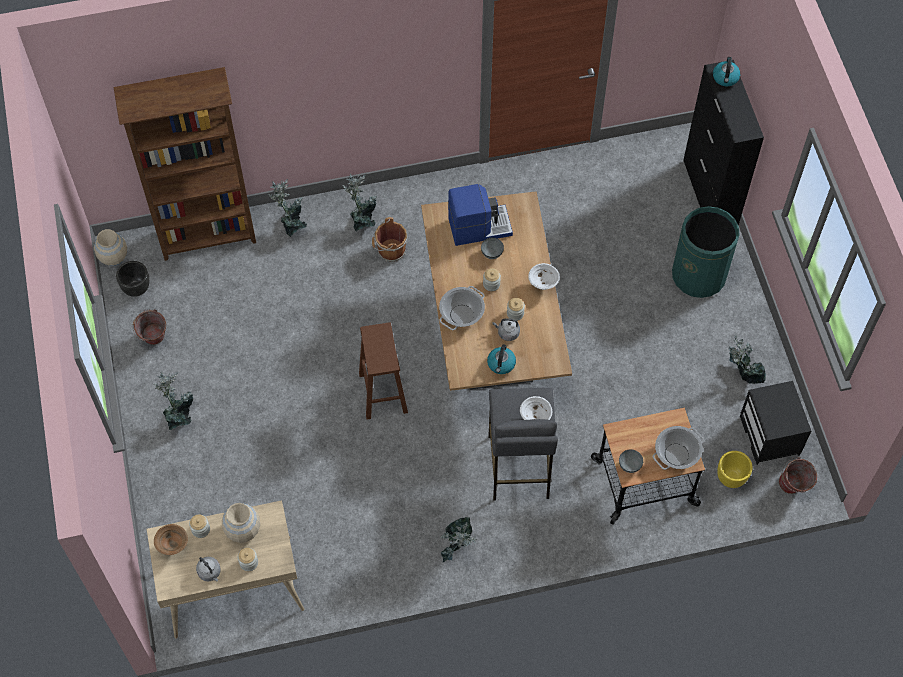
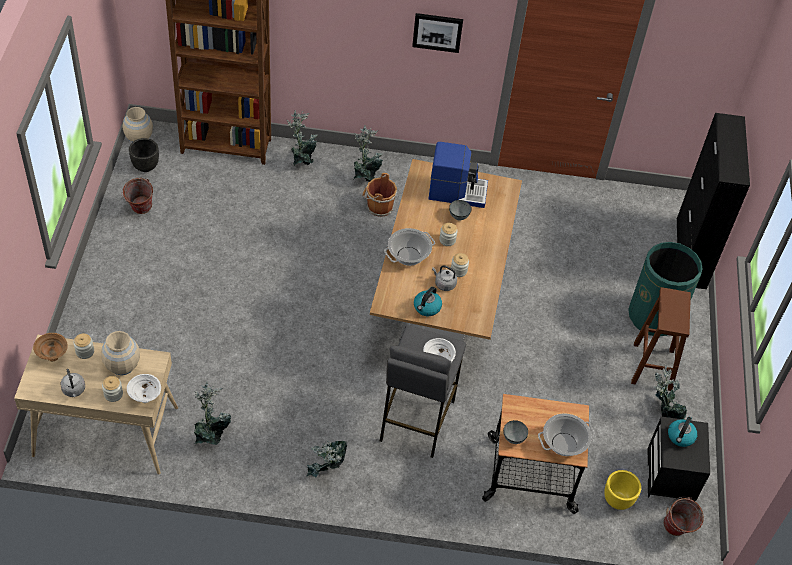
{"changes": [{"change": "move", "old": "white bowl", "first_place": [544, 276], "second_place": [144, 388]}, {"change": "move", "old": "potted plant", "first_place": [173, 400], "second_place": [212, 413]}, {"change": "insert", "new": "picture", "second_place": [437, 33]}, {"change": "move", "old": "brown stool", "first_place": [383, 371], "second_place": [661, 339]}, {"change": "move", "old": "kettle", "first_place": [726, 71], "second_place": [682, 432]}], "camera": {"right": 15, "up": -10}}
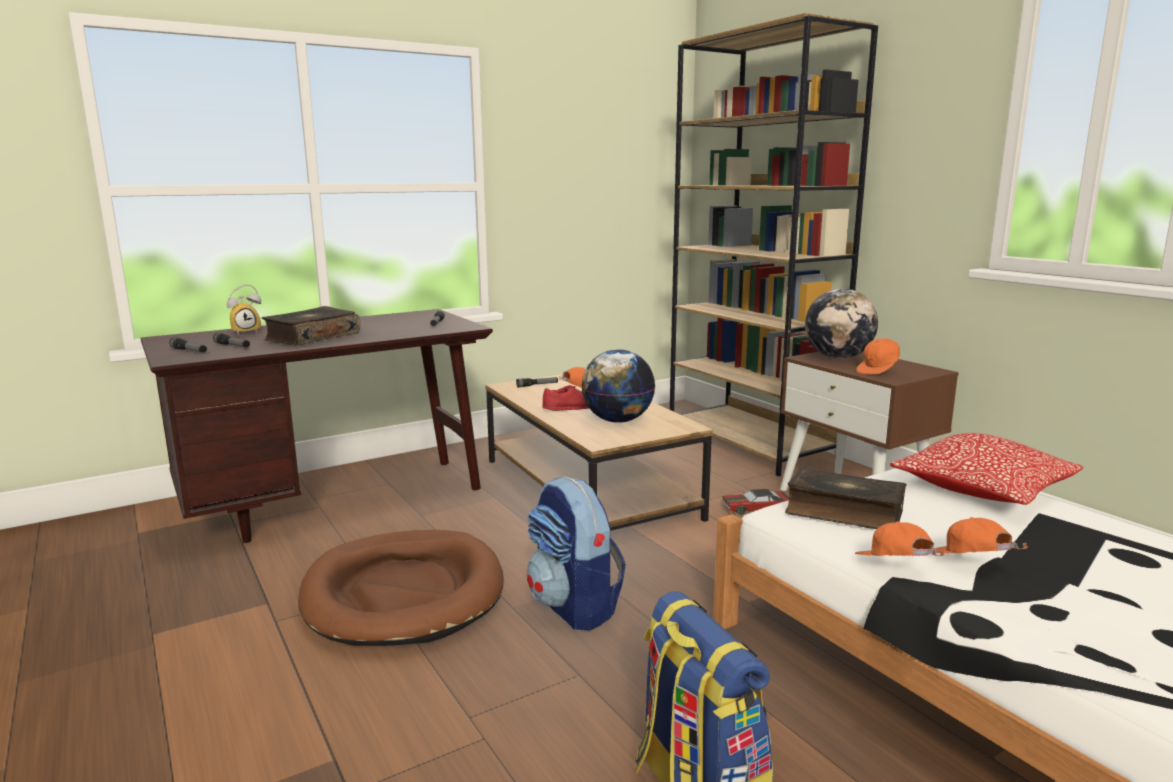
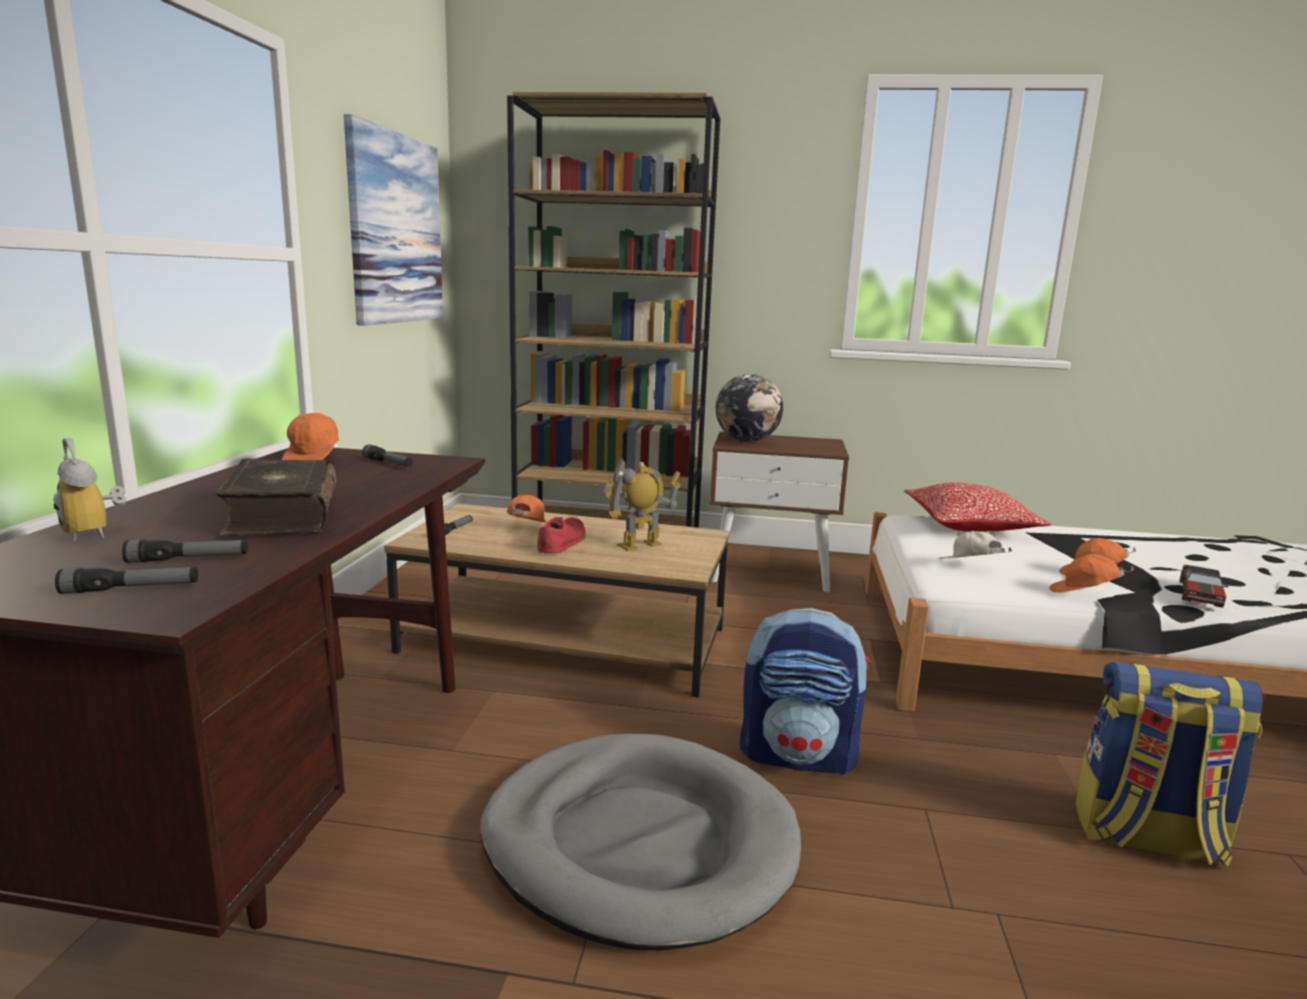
{"changes": [{"change": "rotate", "old": "alarm clock", "first_place": [244, 309], "second_place": [90, 489], "degrees": 135}, {"change": "move", "old": "orange cap", "first_place": [878, 356], "second_place": [310, 436]}, {"change": "insert", "new": "picture", "second_place": [393, 220]}, {"change": "recolor", "old": "brown dog bed", "new": "grey dog bed", "first_place": [400, 588], "second_place": [640, 842]}, {"change": "replace", "old": "globe", "new": "toy robot", "first_place": [618, 386], "second_place": [641, 504]}, {"change": "replace", "old": "book", "new": "white cap", "first_place": [845, 498], "second_place": [975, 545]}, {"change": "move", "old": "toy car", "first_place": [755, 502], "second_place": [1204, 586]}], "camera": {"right": -50, "up": 0}}
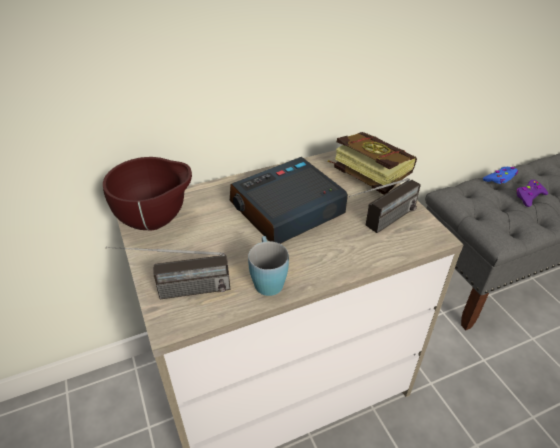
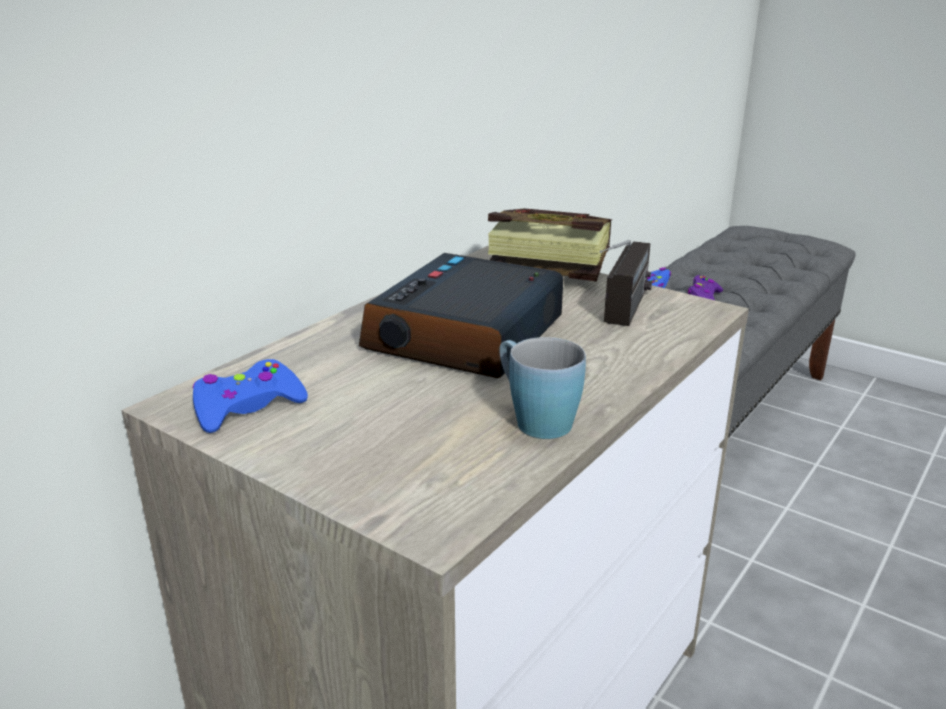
{"changes": [{"change": "replace", "old": "brown bowl", "new": "blue game controller", "first_place": [147, 193], "second_place": [250, 396]}, {"change": "delete", "old": "radio", "first_place": [168, 273]}], "camera": {"right": -30, "up": -15}}
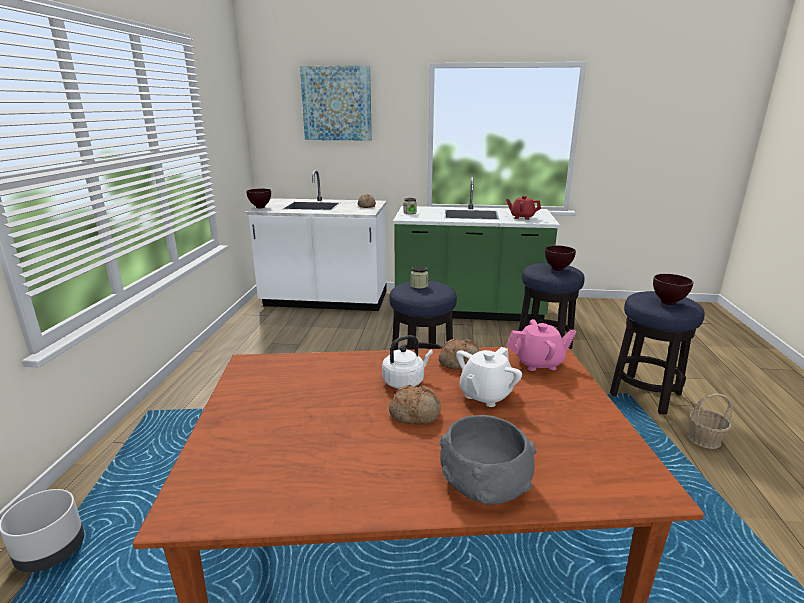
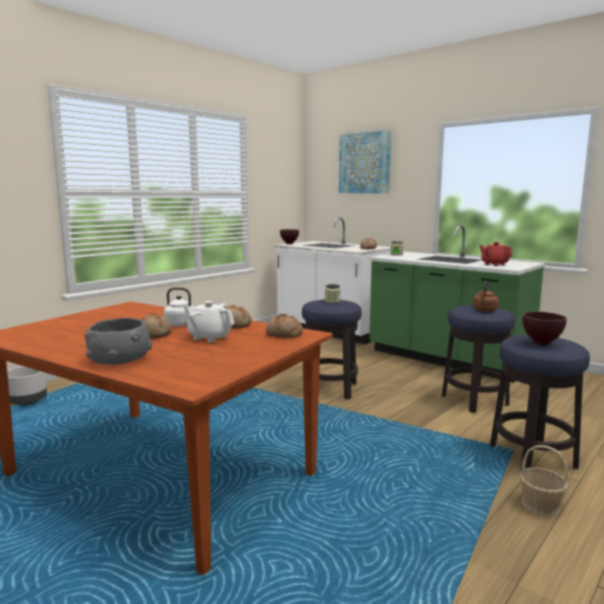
{"changes": [{"change": "rotate", "old": "white teapot", "first_place": [489, 377], "second_place": [209, 321], "degrees": 45}, {"change": "replace", "old": "pink teapot", "new": "bread", "first_place": [541, 345], "second_place": [284, 326]}, {"change": "replace", "old": "brown bowl", "new": "brown kettle", "first_place": [560, 258], "second_place": [486, 296]}], "camera": {"right": 35, "up": -10}}
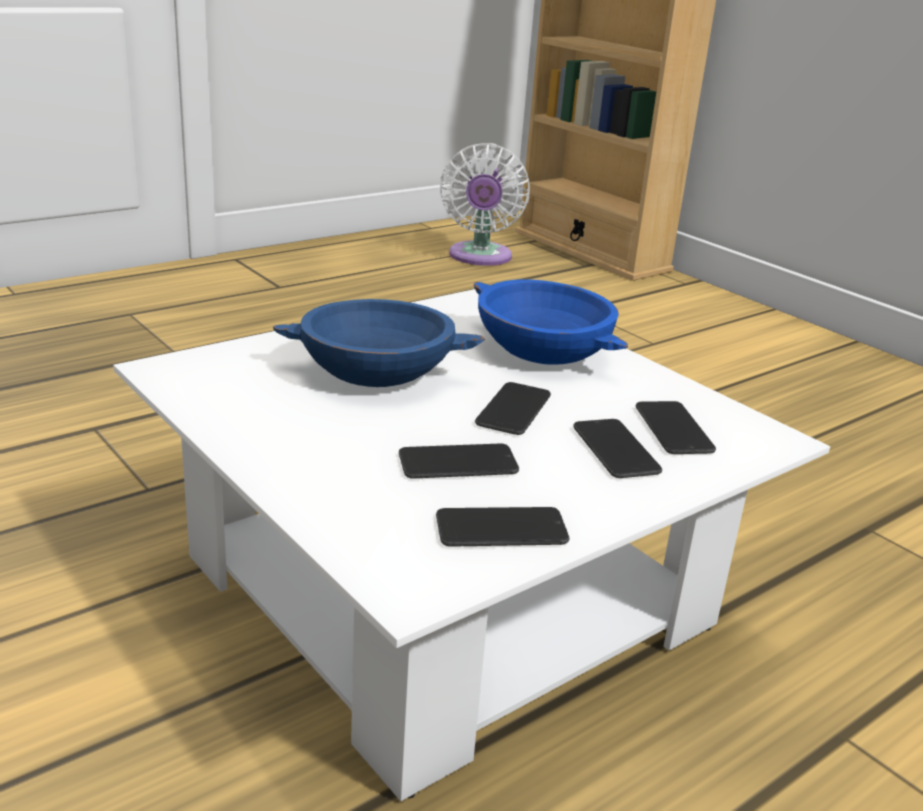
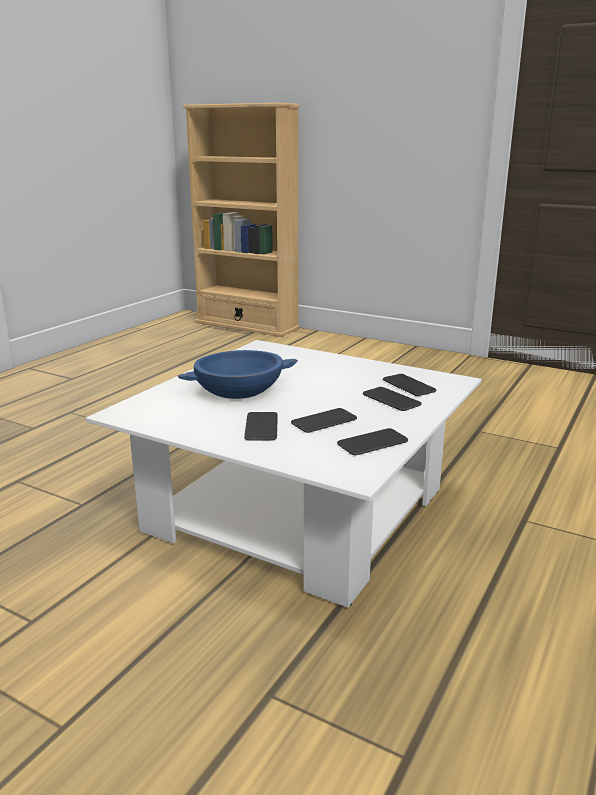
{"changes": [{"change": "move", "old": "phone", "first_place": [513, 408], "second_place": [261, 426]}, {"change": "delete", "old": "white fan", "first_place": [485, 204]}, {"change": "delete", "old": "blue bowl", "first_place": [551, 322]}], "camera": {"right": -20, "up": -5}}
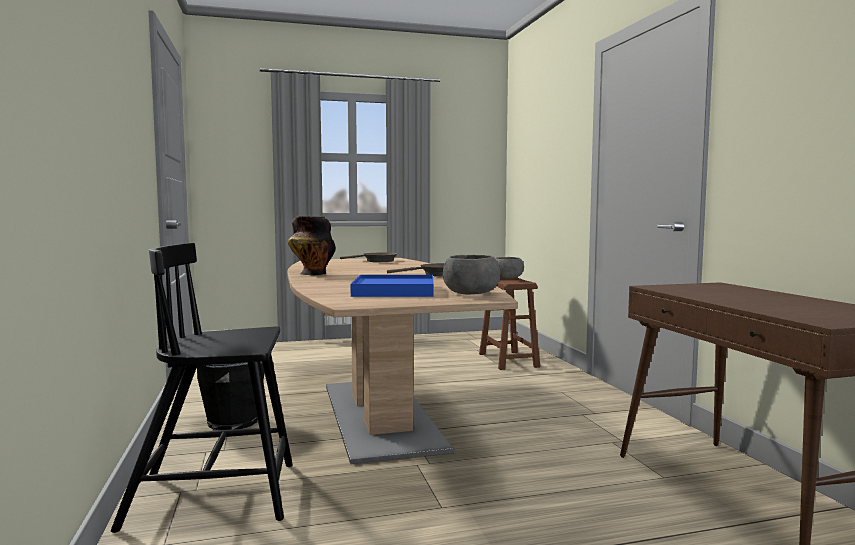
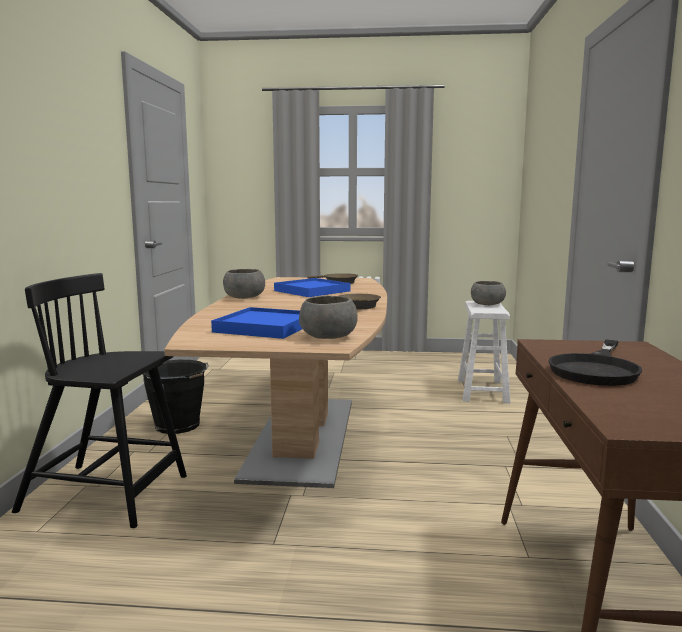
{"changes": [{"change": "replace", "old": "vase", "new": "grey bowl", "first_place": [312, 245], "second_place": [244, 284]}, {"change": "insert", "new": "blue tray", "second_place": [312, 287]}, {"change": "recolor", "old": "brown stool", "new": "white stool", "first_place": [510, 324], "second_place": [484, 352]}, {"change": "insert", "new": "black frying pan", "second_place": [595, 362]}], "camera": {"right": 20, "up": 5}}
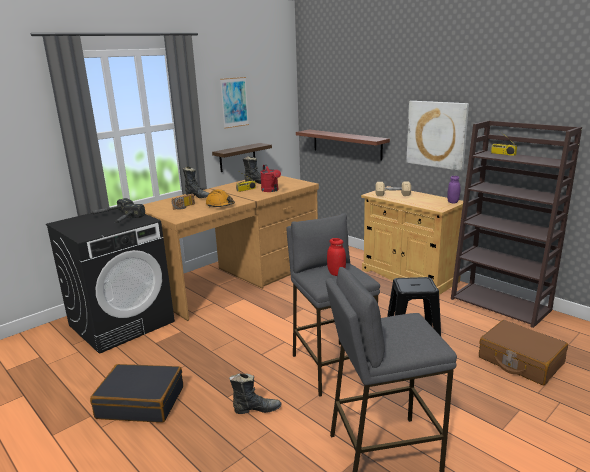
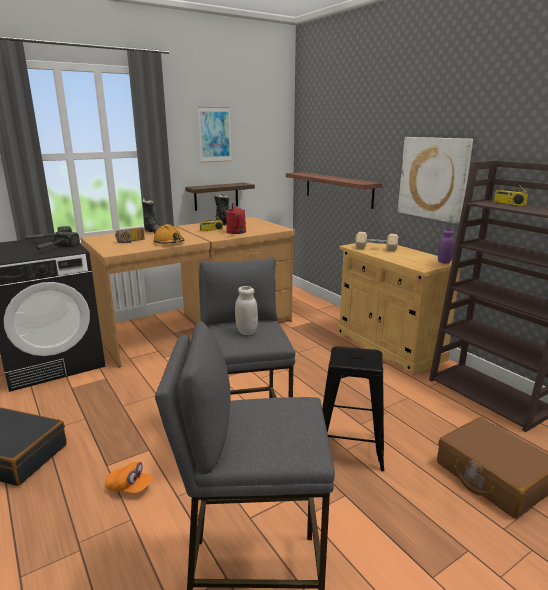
{"changes": [{"change": "replace", "old": "black boot", "new": "orange cap", "first_place": [255, 393], "second_place": [129, 478]}, {"change": "recolor", "old": "red jar", "new": "white jar", "first_place": [336, 257], "second_place": [246, 310]}], "camera": {"right": 10, "up": 0}}
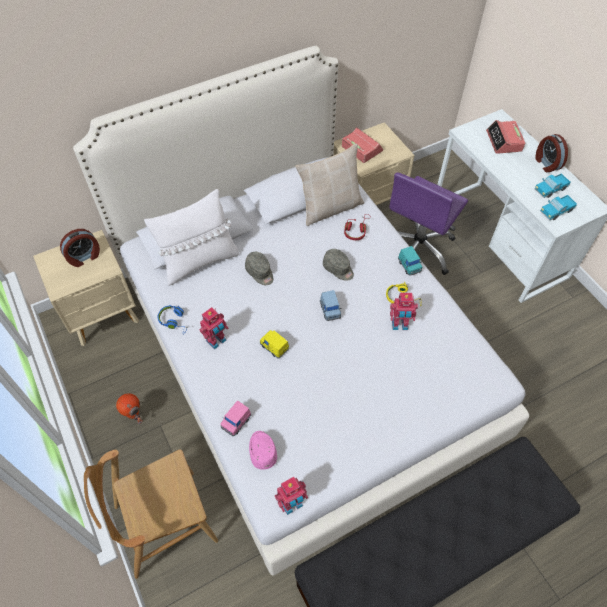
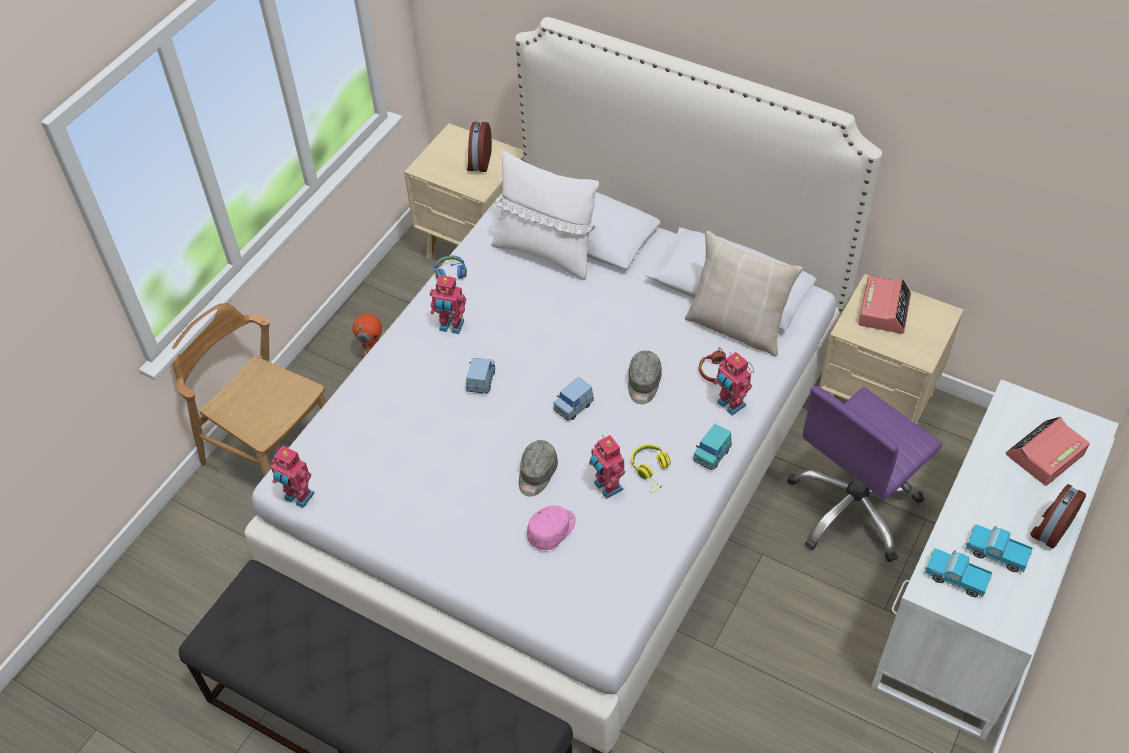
{"changes": [{"change": "recolor", "old": "yellow toy car", "new": "blue toy car", "first_place": [274, 344], "second_place": [480, 376]}, {"change": "rotate", "old": "alarm clock", "first_place": [80, 248], "second_place": [479, 146], "degrees": 75}, {"change": "move", "old": "grey cap", "first_place": [259, 268], "second_place": [538, 468]}, {"change": "move", "old": "pink cap", "first_place": [263, 450], "second_place": [551, 527]}, {"change": "insert", "new": "toy robot", "second_place": [732, 384]}, {"change": "rotate", "old": "purple office chair", "first_place": [428, 223], "second_place": [864, 474], "degrees": -45}, {"change": "delete", "old": "pink toy car", "first_place": [236, 418]}], "camera": {"right": 60, "up": -5}}
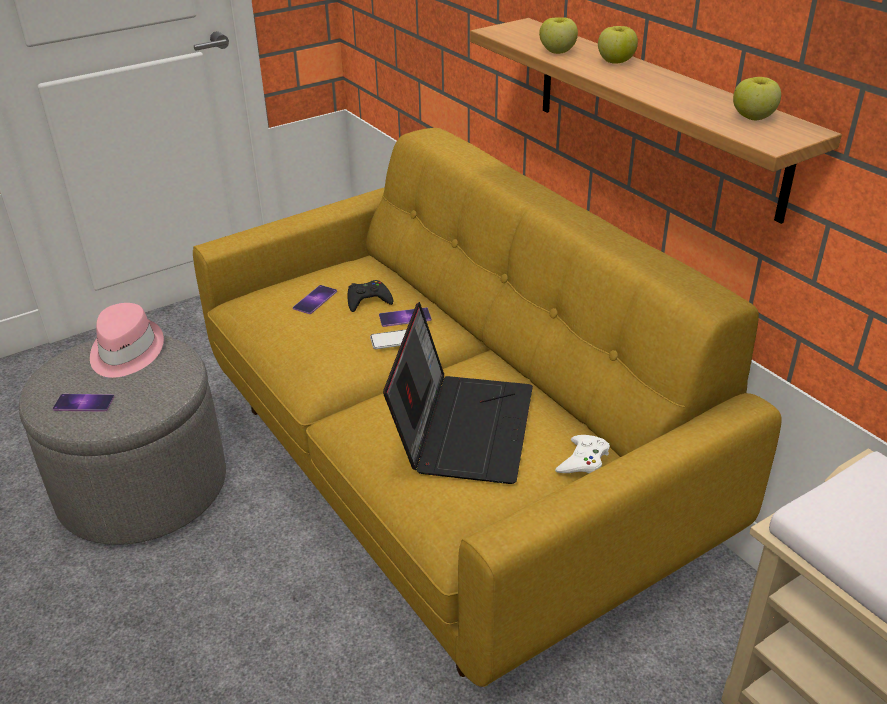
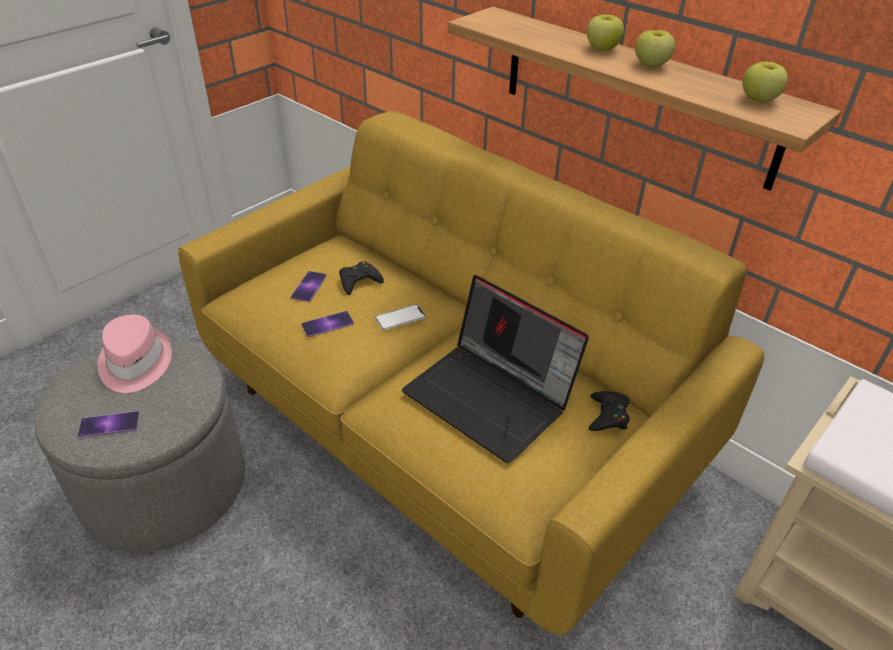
{"changes": [{"change": "move", "old": "phone", "first_place": [405, 317], "second_place": [327, 324]}, {"change": "rotate", "old": "laptop", "first_place": [458, 393], "second_place": [495, 369], "degrees": 135}, {"change": "recolor", "old": "white game controller", "new": "black game controller", "first_place": [582, 454], "second_place": [609, 411]}, {"change": "move", "old": "apple", "first_place": [558, 35], "second_place": [655, 48]}], "camera": {"right": -15, "up": 5}}
